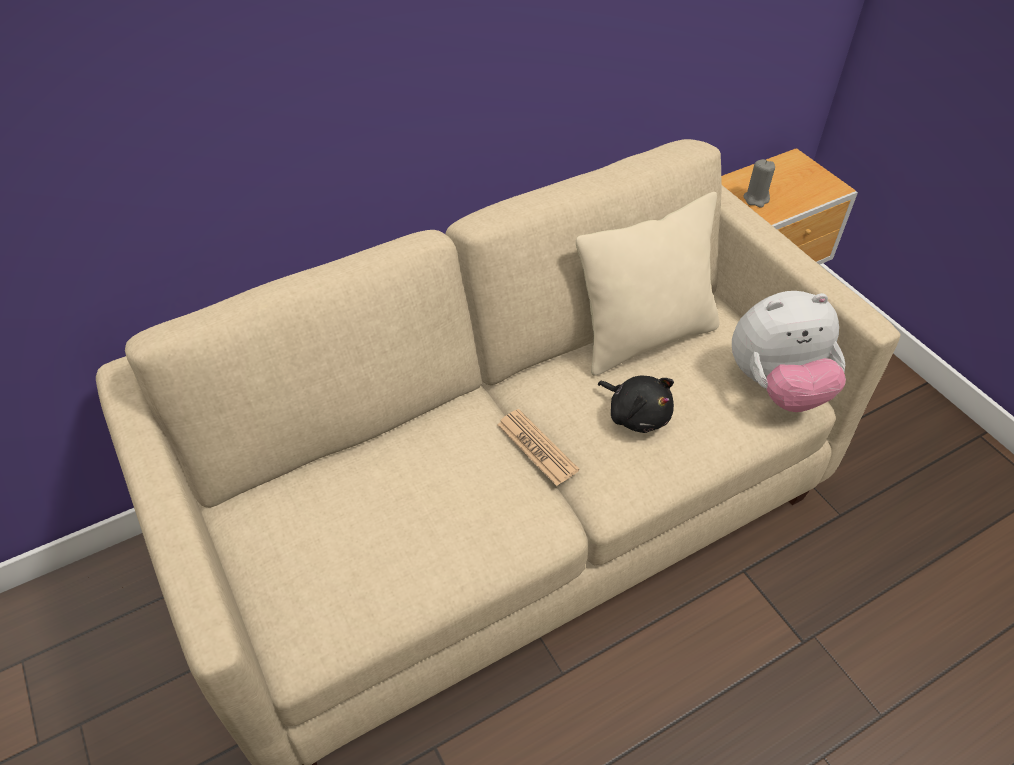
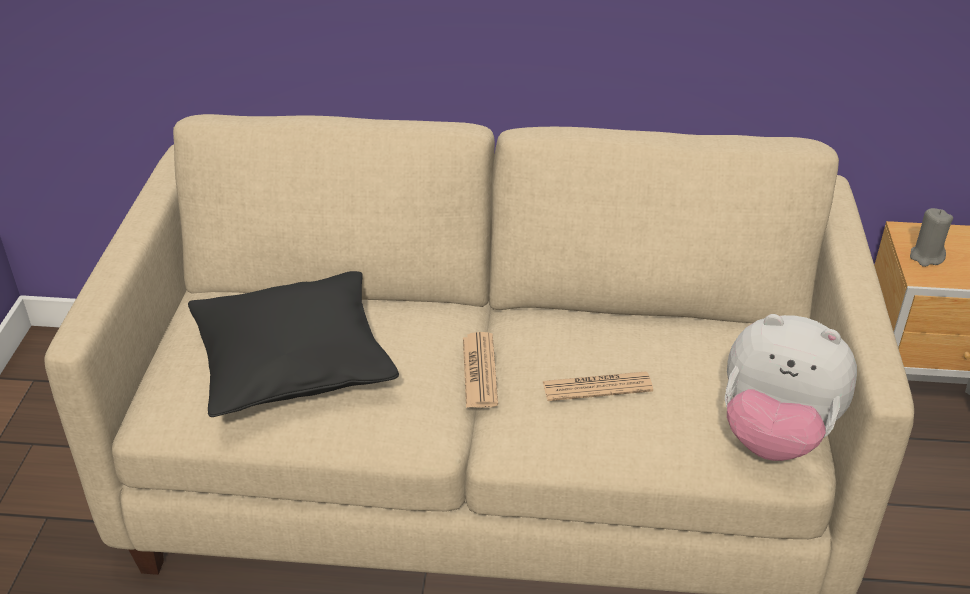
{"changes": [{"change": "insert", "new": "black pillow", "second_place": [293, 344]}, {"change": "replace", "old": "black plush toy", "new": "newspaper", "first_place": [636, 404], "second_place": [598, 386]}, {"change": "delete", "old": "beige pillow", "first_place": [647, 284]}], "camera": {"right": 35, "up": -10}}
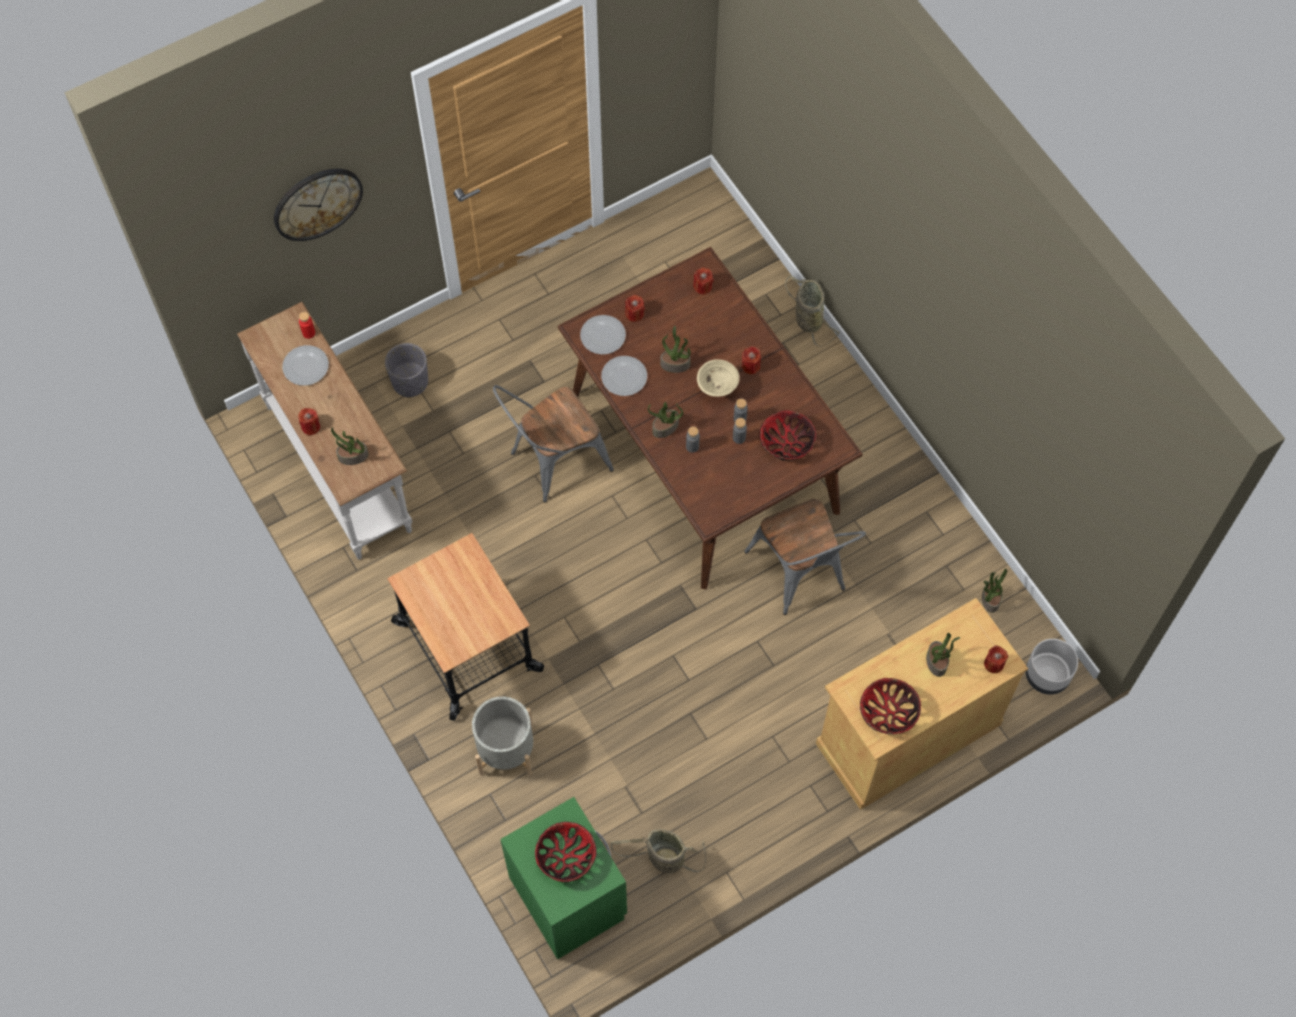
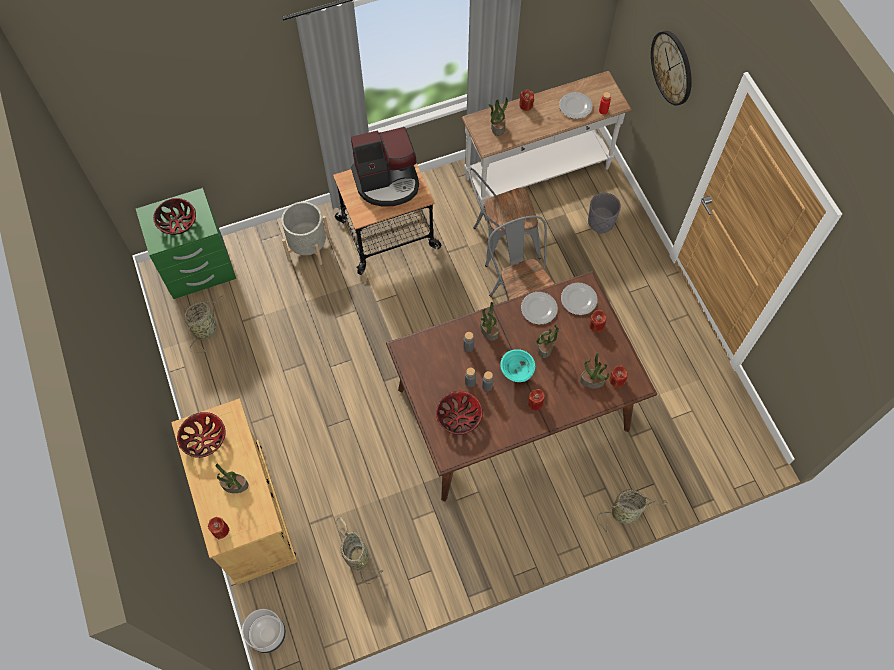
{"changes": [{"change": "insert", "new": "basket", "second_place": [360, 550]}, {"change": "insert", "new": "coffee machine", "second_place": [385, 167]}, {"change": "move", "old": "grey chair", "first_place": [805, 557], "second_place": [505, 217]}, {"change": "recolor", "old": "beige bowl", "new": "turquoise bowl", "first_place": [718, 378], "second_place": [517, 365]}, {"change": "move", "old": "potted plant", "first_place": [994, 591], "second_place": [594, 370]}], "camera": {"right": 100, "up": 0}}
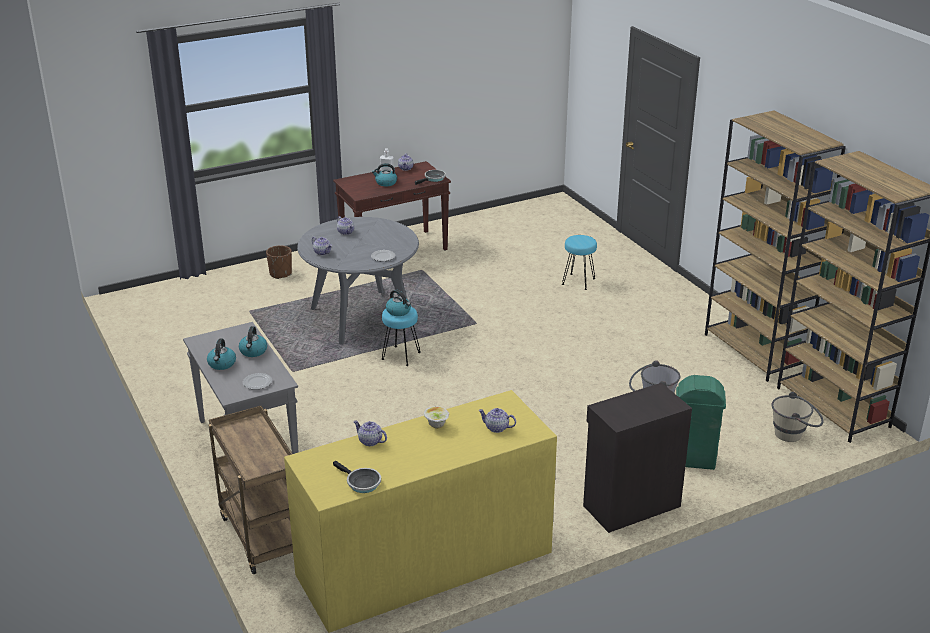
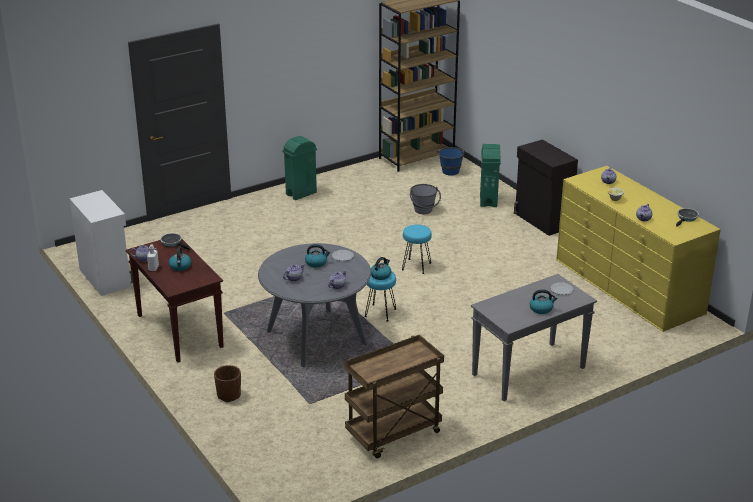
{"changes": [{"change": "insert", "new": "white cabinet", "second_place": [101, 243]}, {"change": "insert", "new": "green trash can", "second_place": [299, 168]}, {"change": "move", "old": "kettle", "first_place": [253, 341], "second_place": [317, 256]}, {"change": "move", "old": "brown cart", "first_place": [250, 490], "second_place": [394, 396]}, {"change": "move", "old": "turquoise stool", "first_place": [579, 262], "second_place": [417, 249]}, {"change": "recolor", "old": "beige bucket", "new": "blue bucket", "first_place": [798, 417], "second_place": [451, 161]}, {"change": "delete", "old": "brown bookcase", "first_place": [775, 246]}], "camera": {"right": -95, "up": 0}}
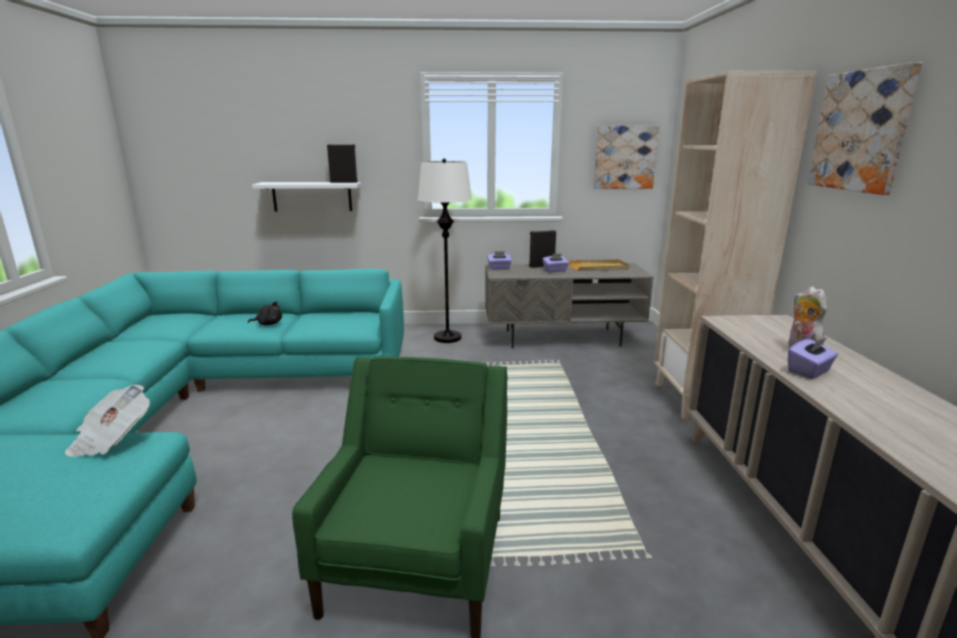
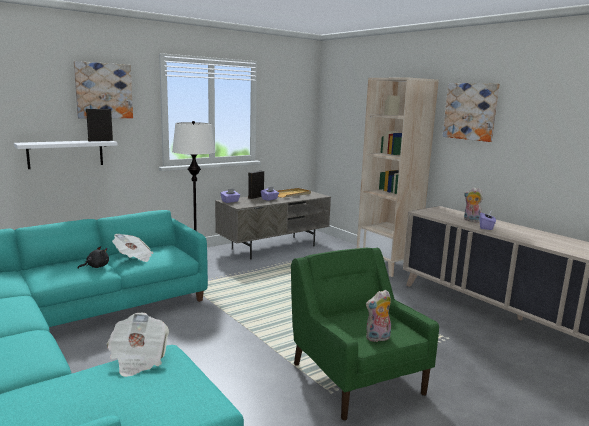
{"changes": [{"change": "move", "old": "picture", "first_place": [626, 157], "second_place": [103, 89]}, {"change": "insert", "new": "newspaper", "second_place": [132, 248]}, {"change": "insert", "new": "plush toy", "second_place": [378, 316]}], "camera": {"right": -35, "up": -5}}
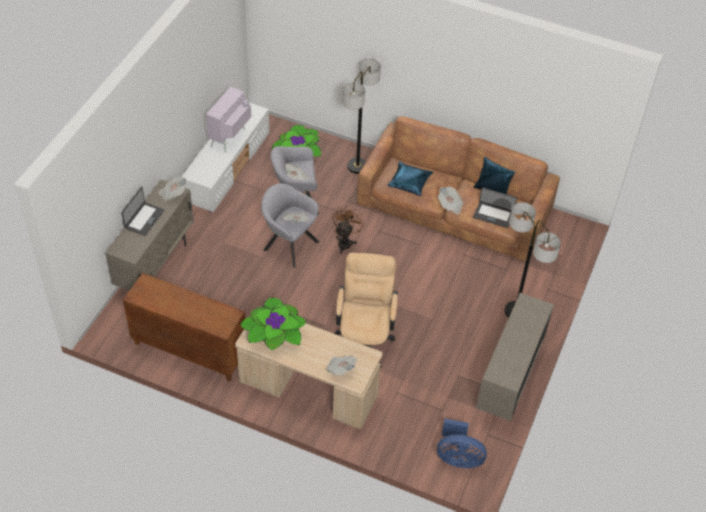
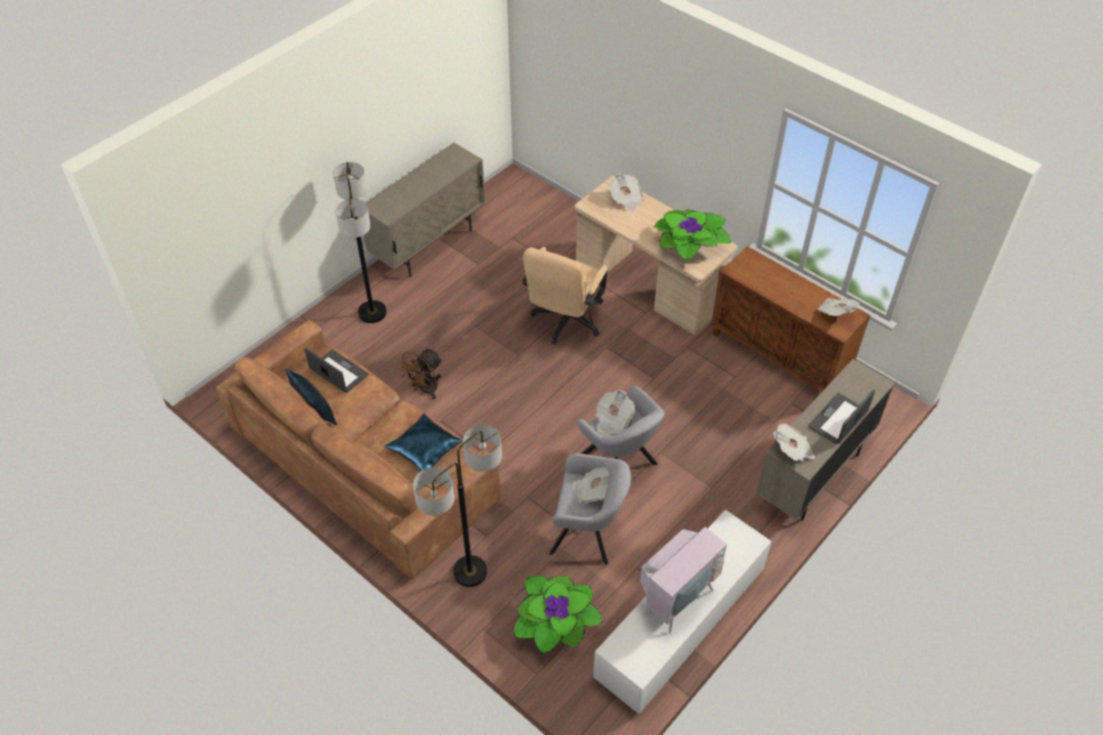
{"changes": [{"change": "move", "old": "brown fan", "first_place": [349, 230], "second_place": [419, 374]}, {"change": "move", "old": "newspaper", "first_place": [451, 200], "second_place": [838, 307]}, {"change": "delete", "old": "blue fan", "first_place": [462, 443]}], "camera": {"right": -160, "up": 0}}
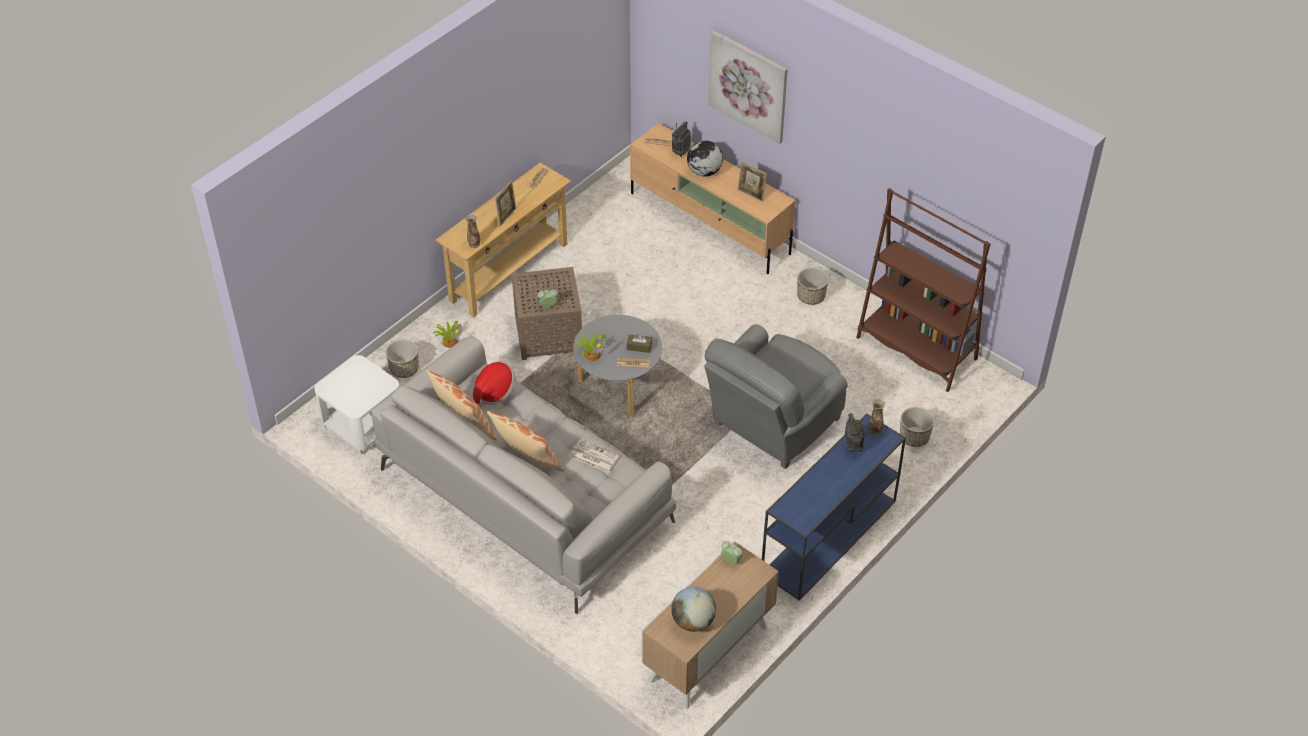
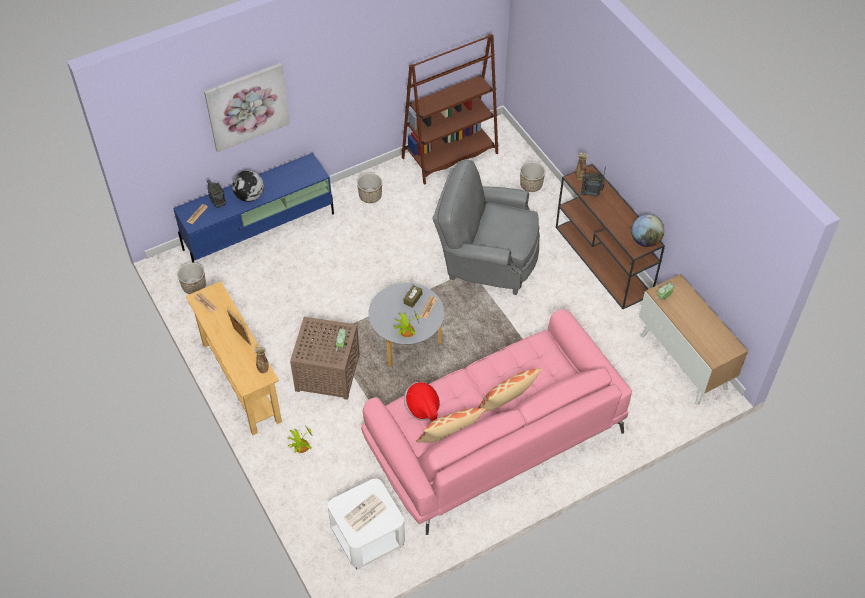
{"changes": [{"change": "recolor", "old": "beige tv stand", "new": "blue tv stand", "first_place": [713, 198], "second_place": [253, 208]}, {"change": "move", "old": "planter", "first_place": [402, 358], "second_place": [191, 278]}, {"change": "move", "old": "newspaper", "first_place": [594, 456], "second_place": [365, 512]}, {"change": "recolor", "old": "grey sofa", "new": "pink sofa", "first_place": [523, 475], "second_place": [496, 422]}, {"change": "rotate", "old": "grey armchair", "first_place": [776, 396], "second_place": [486, 227], "degrees": 135}, {"change": "recolor", "old": "blue console table", "new": "brown console table", "first_place": [834, 507], "second_place": [610, 236]}, {"change": "move", "old": "globe", "first_place": [693, 609], "second_place": [647, 230]}, {"change": "delete", "old": "picture frame", "first_place": [752, 182]}], "camera": {"right": -70, "up": 5}}
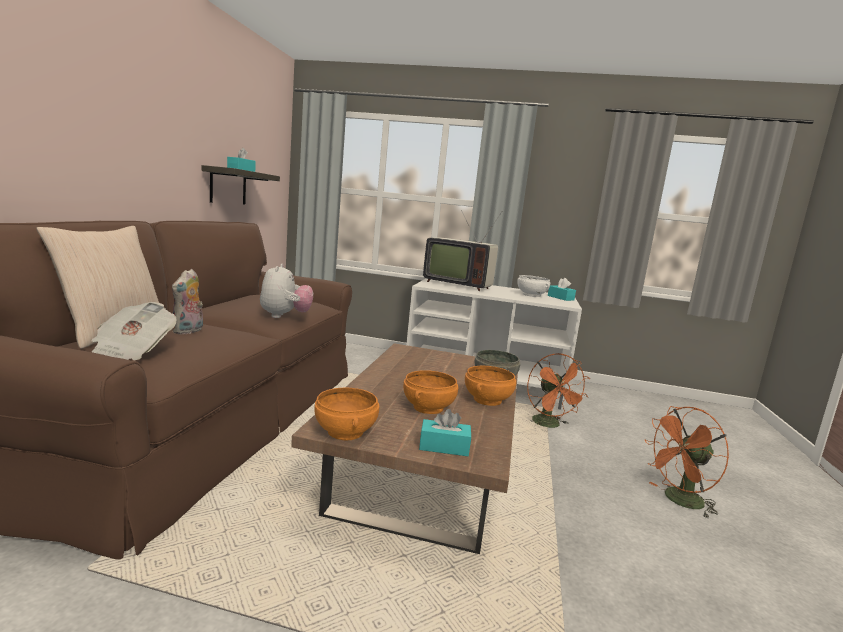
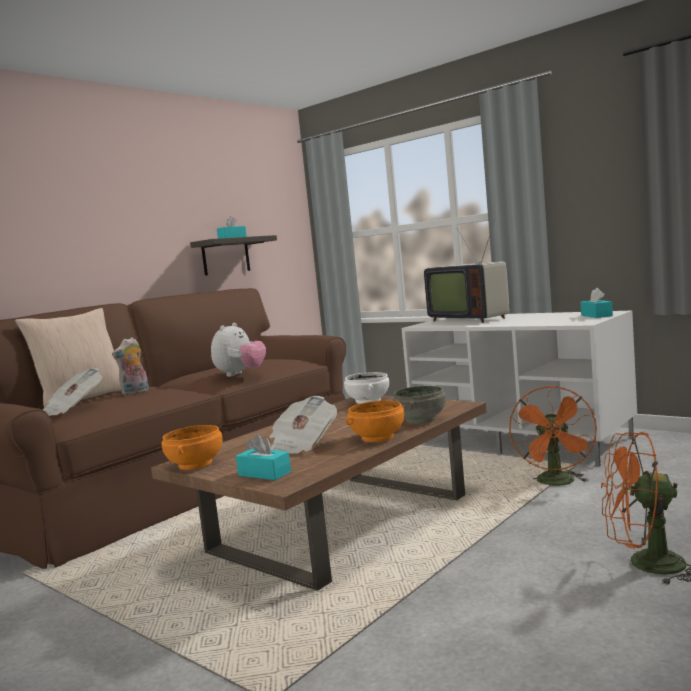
{"changes": [{"change": "replace", "old": "orange bowl", "new": "newspaper", "first_place": [430, 392], "second_place": [303, 425]}, {"change": "move", "old": "white bowl", "first_place": [533, 286], "second_place": [366, 388]}], "camera": {"right": 30, "up": -5}}
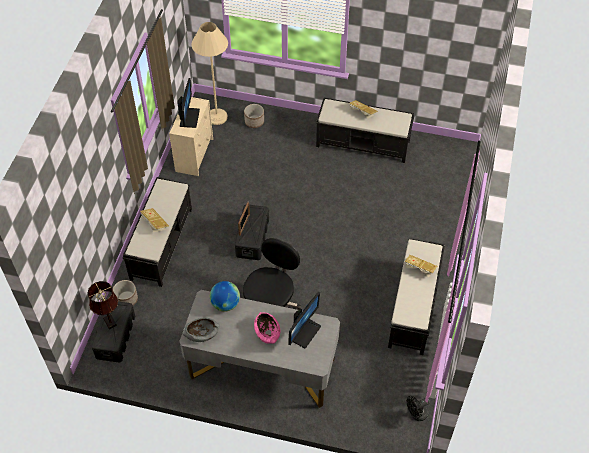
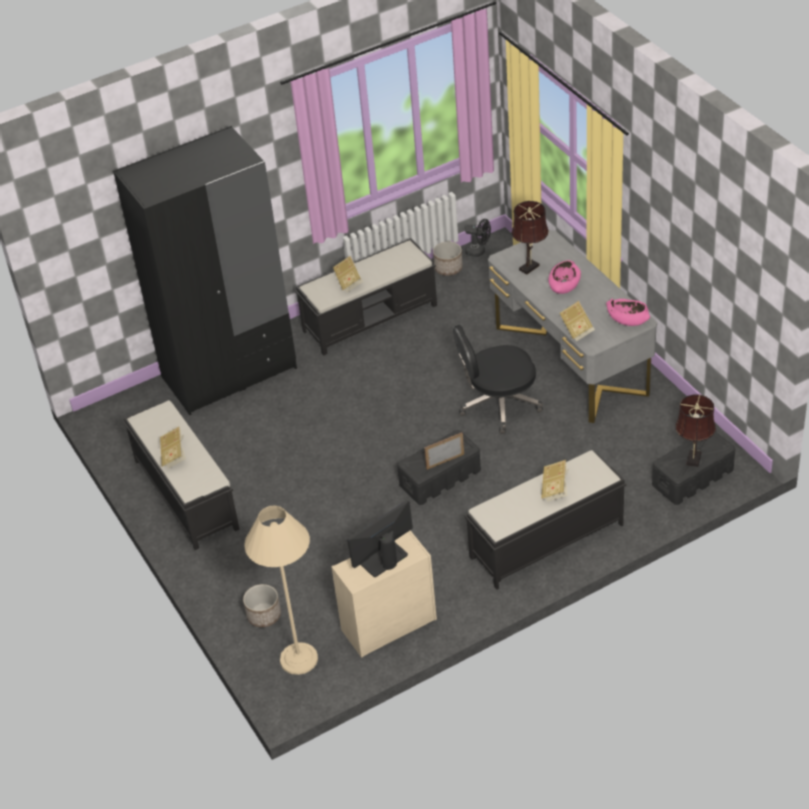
{"changes": [{"change": "insert", "new": "black wardrobe", "second_place": [205, 270]}, {"change": "move", "old": "planter", "first_place": [125, 292], "second_place": [448, 259]}, {"change": "replace", "old": "monitor", "new": "brown table lamp", "first_place": [304, 320], "second_place": [530, 238]}, {"change": "replace", "old": "globe", "new": "book", "first_place": [225, 296], "second_place": [577, 321]}, {"change": "recolor", "old": "grey bowl", "new": "pink bowl", "first_place": [201, 330], "second_place": [628, 312]}], "camera": {"right": -130, "up": -10}}
